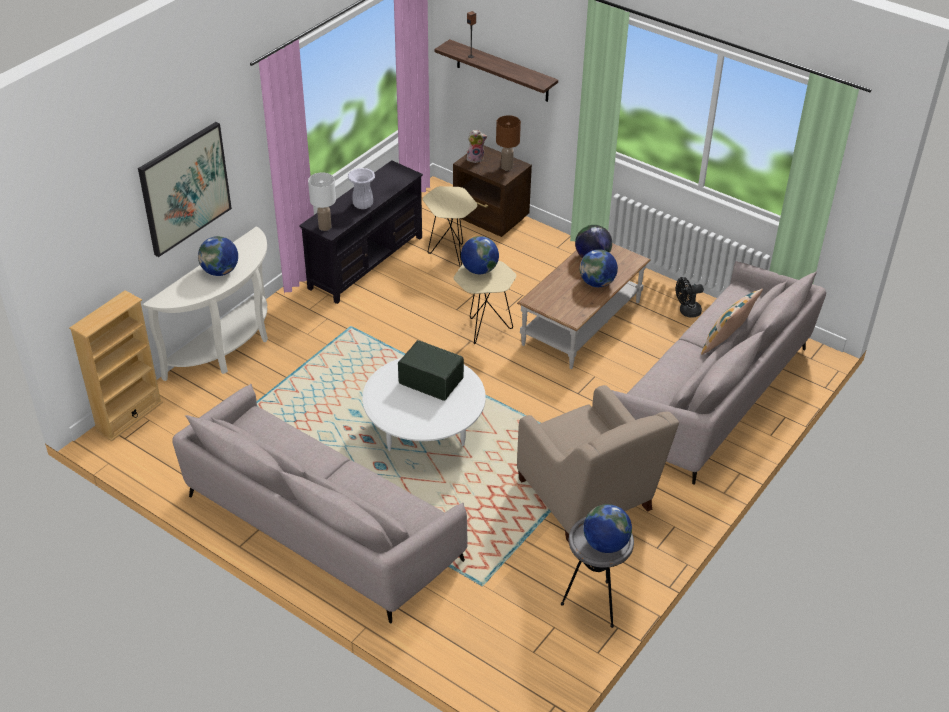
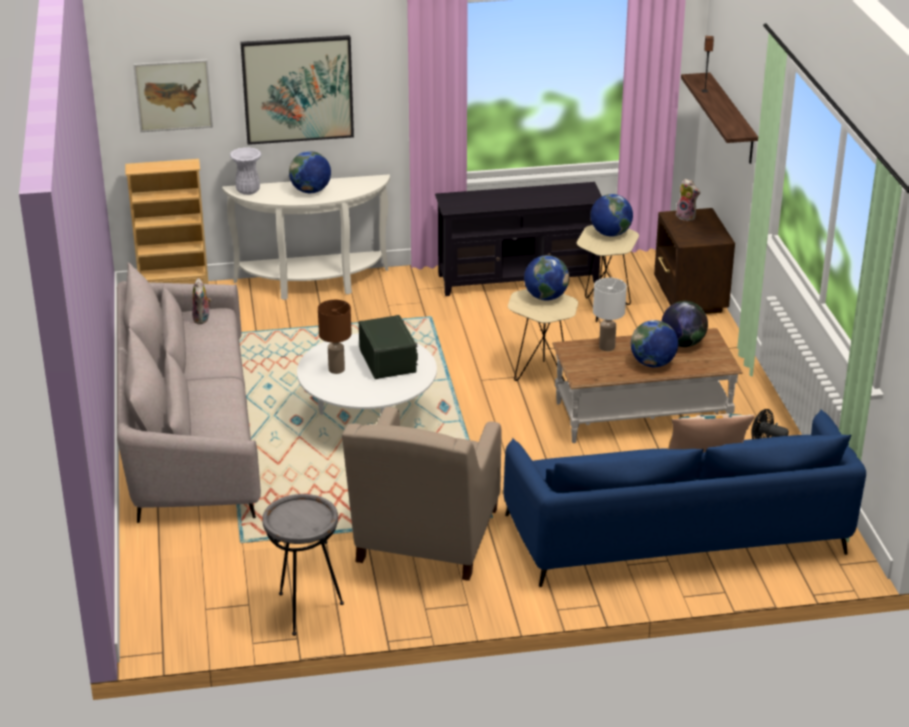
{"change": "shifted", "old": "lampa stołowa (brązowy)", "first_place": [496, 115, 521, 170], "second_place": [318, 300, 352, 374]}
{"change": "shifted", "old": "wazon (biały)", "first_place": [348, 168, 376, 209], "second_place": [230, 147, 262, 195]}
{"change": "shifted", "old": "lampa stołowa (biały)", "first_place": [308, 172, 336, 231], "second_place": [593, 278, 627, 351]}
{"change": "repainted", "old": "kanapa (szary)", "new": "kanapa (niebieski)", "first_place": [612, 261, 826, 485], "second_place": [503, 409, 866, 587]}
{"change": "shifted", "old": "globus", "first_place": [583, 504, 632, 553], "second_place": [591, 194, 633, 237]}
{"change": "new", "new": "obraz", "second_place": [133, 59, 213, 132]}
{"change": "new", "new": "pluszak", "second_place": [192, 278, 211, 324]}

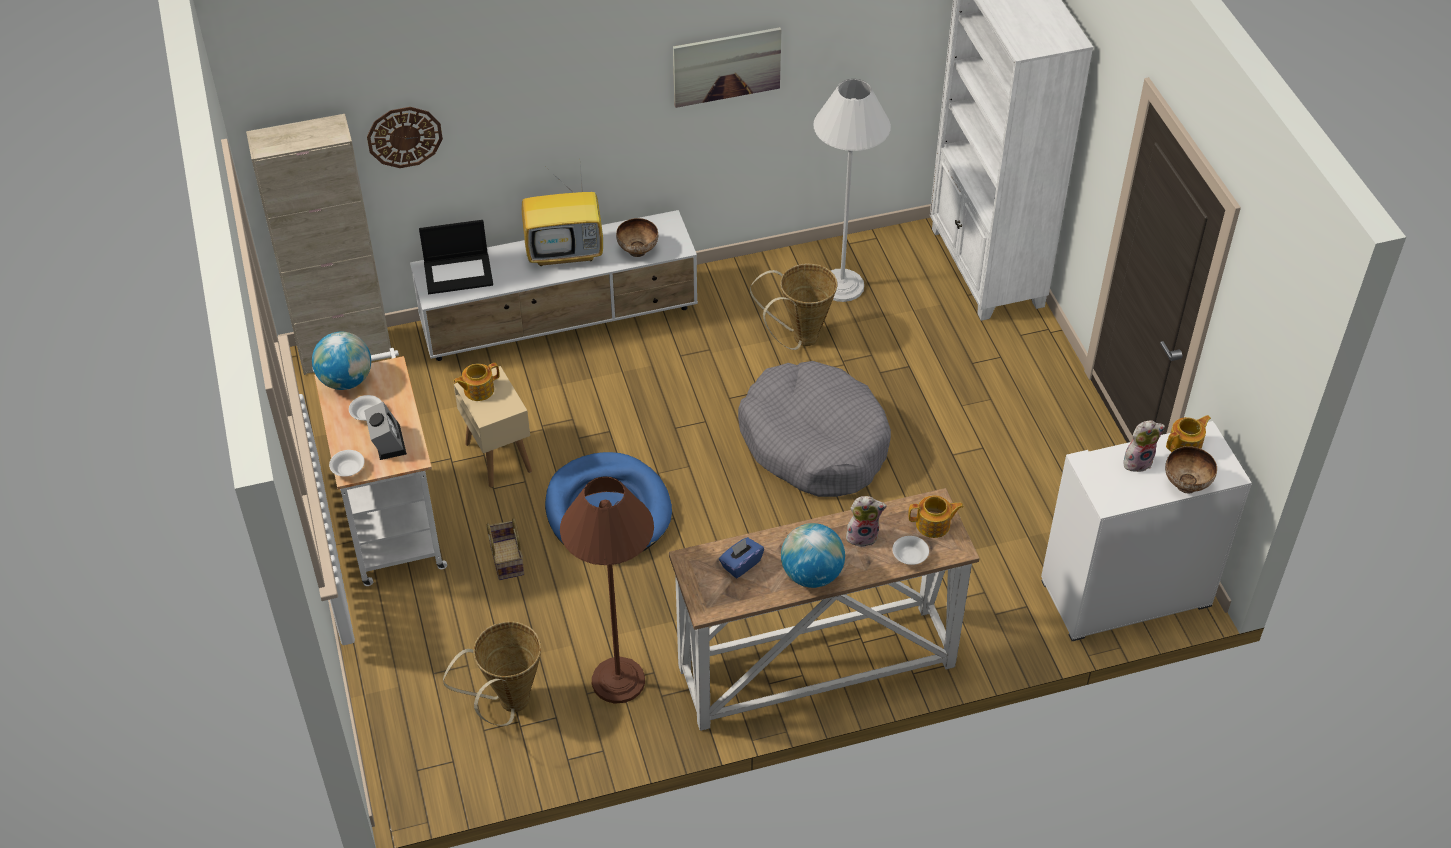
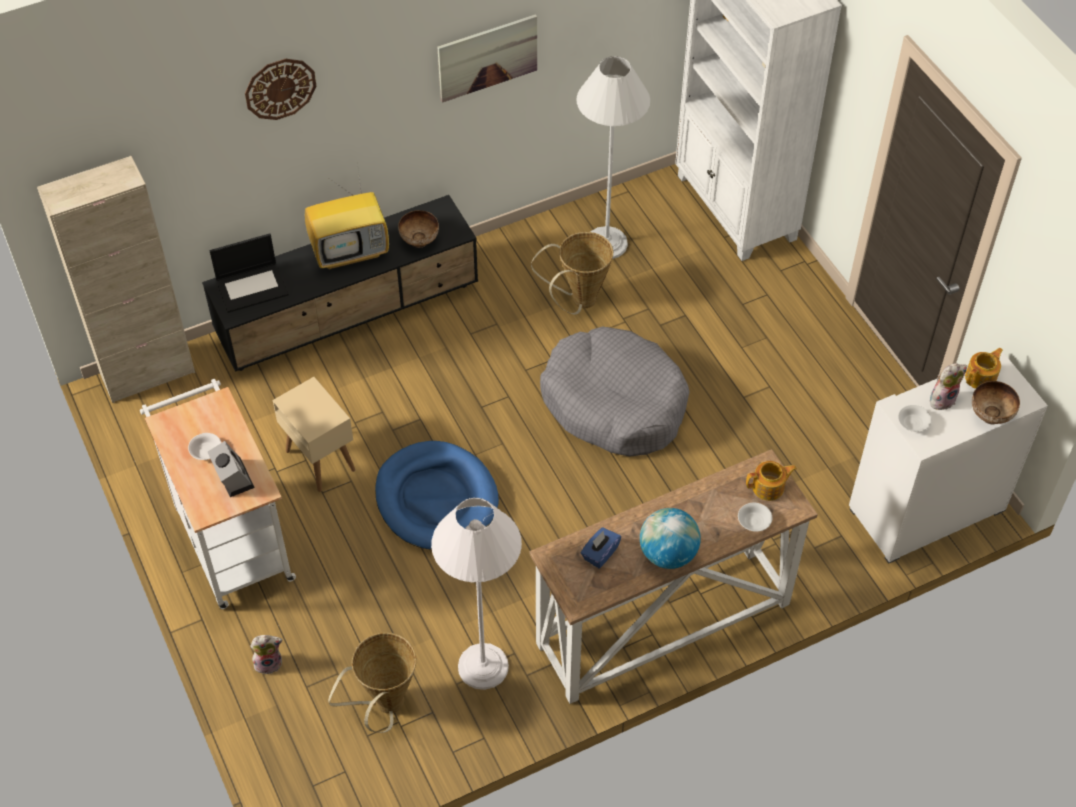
{"change": "shifted", "old": "zegar ścienny", "first_place": [367, 107, 443, 168], "second_place": [245, 59, 316, 120]}
{"change": "repainted", "old": "szafka pod telewizor (biały)", "new": "szafka pod telewizor (czarny)", "first_place": [410, 210, 698, 361], "second_place": [202, 195, 478, 372]}
{"change": "gone", "old": "globus", "first_place": [312, 332, 371, 390]}
{"change": "gone", "old": "imbryk", "first_place": [453, 363, 500, 401]}
{"change": "shifted", "old": "miska (biały)", "first_place": [329, 450, 365, 477], "second_place": [898, 405, 932, 432]}
{"change": "repainted", "old": "lampa stojąca (brązowy)", "new": "lampa stojąca (biały)", "first_place": [560, 476, 654, 704], "second_place": [431, 498, 522, 690]}
{"change": "shifted", "old": "pluszak", "first_place": [846, 496, 887, 547], "second_place": [250, 635, 282, 674]}
{"change": "gone", "old": "koszyk", "first_place": [487, 518, 524, 580]}

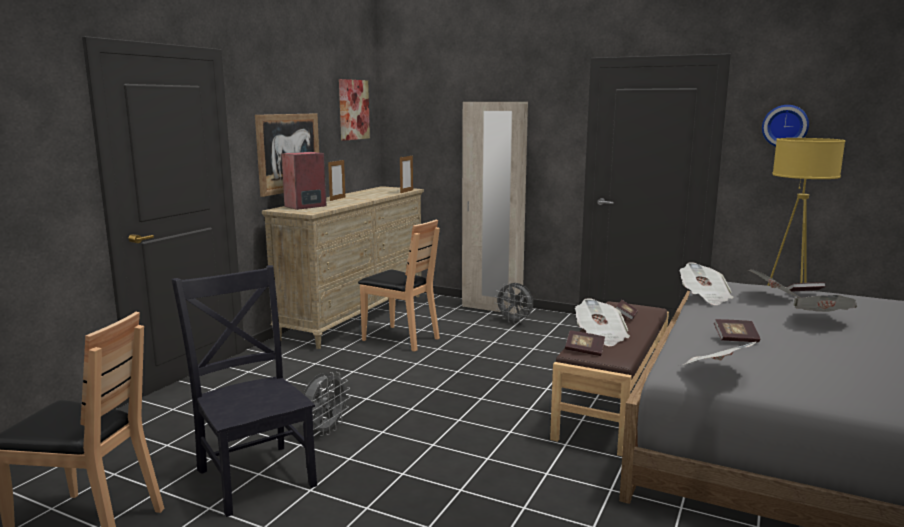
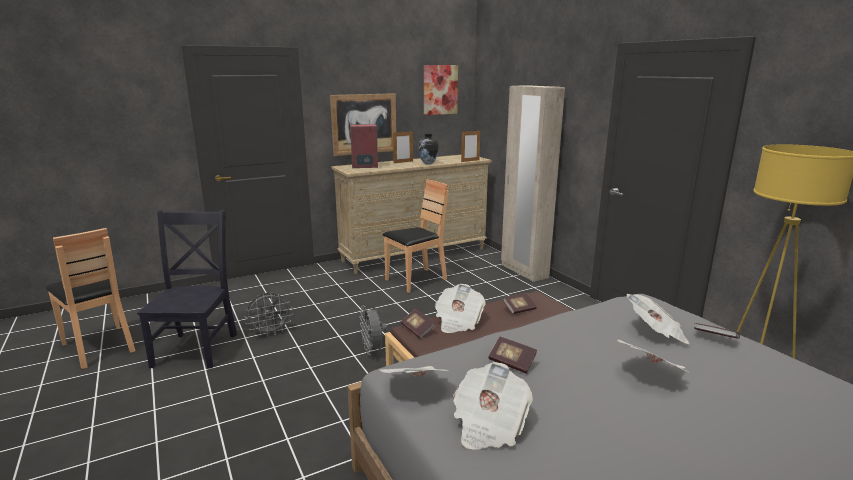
{"change": "gone", "old": "zegar ścienny", "first_place": [762, 105, 809, 146]}
{"change": "rotated", "old": "krzesło (brązowy)", "first_place": [358, 220, 440, 352], "second_place": [382, 179, 449, 293], "degrees": -105}
{"change": "shifted", "old": "gazeta", "first_place": [680, 262, 734, 305], "second_place": [453, 362, 533, 450]}
{"change": "shifted", "old": "wentylator (szary)", "first_place": [494, 282, 533, 324], "second_place": [360, 305, 387, 355]}
{"change": "new", "new": "wazon", "second_place": [419, 133, 439, 164]}

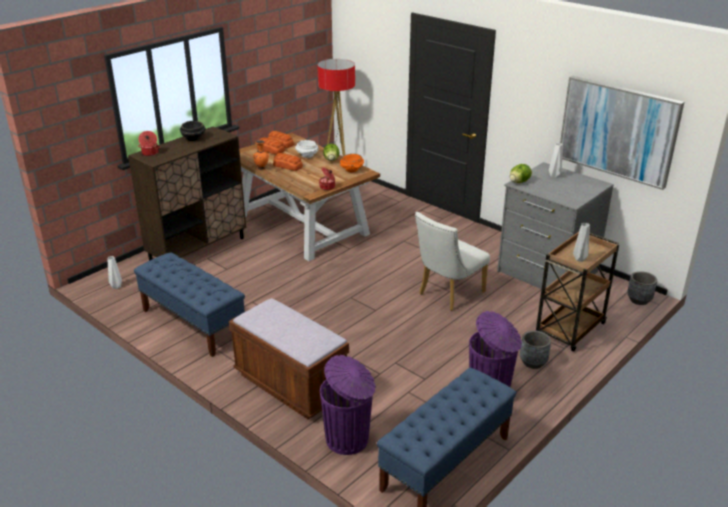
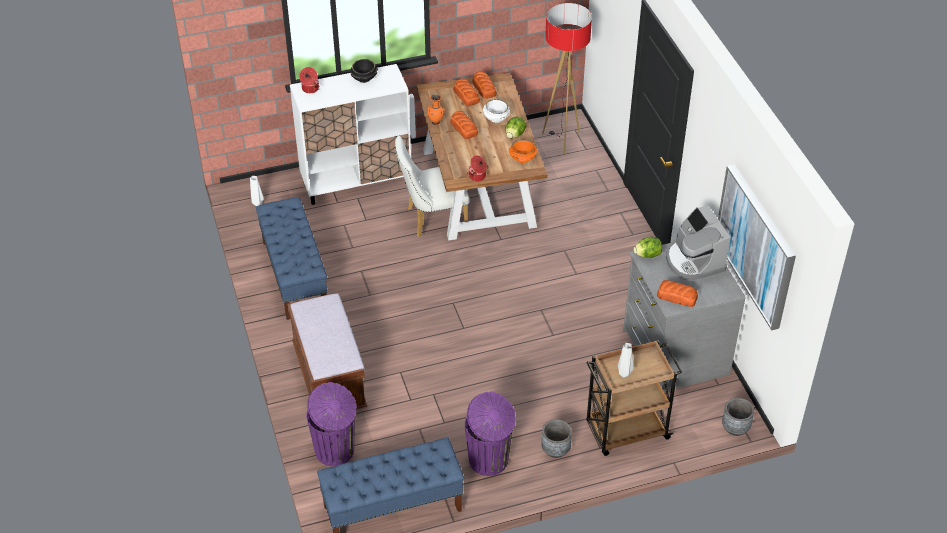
{"change": "repainted", "old": "szafka (brązowy)", "new": "szafka (biały)", "first_place": [128, 126, 246, 261], "second_place": [290, 64, 411, 205]}
{"change": "swapped", "old": "wazon (biały)", "new": "ekspres do kawy", "first_place": [549, 143, 563, 178], "second_place": [666, 206, 731, 281]}
{"change": "shifted", "old": "krzesło (biały)", "first_place": [415, 212, 490, 311], "second_place": [395, 136, 469, 237]}
{"change": "new", "new": "chleb", "second_place": [657, 280, 698, 307]}

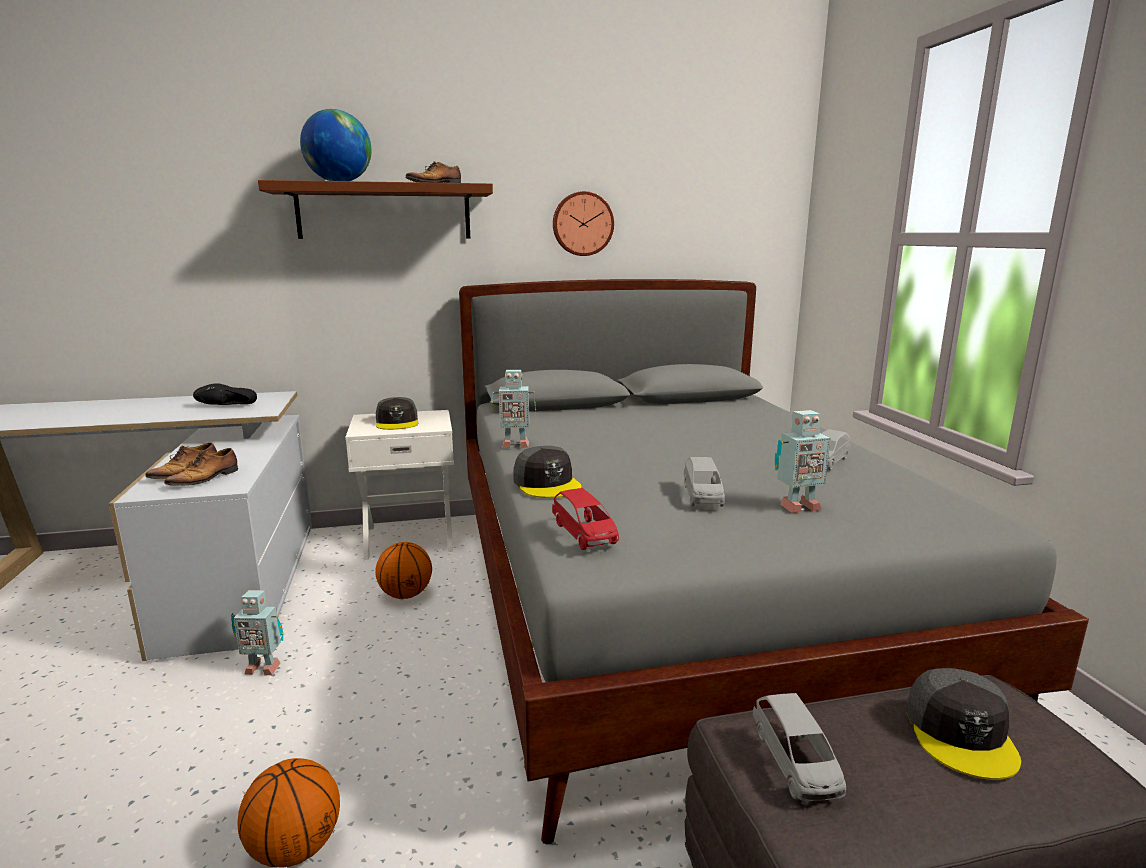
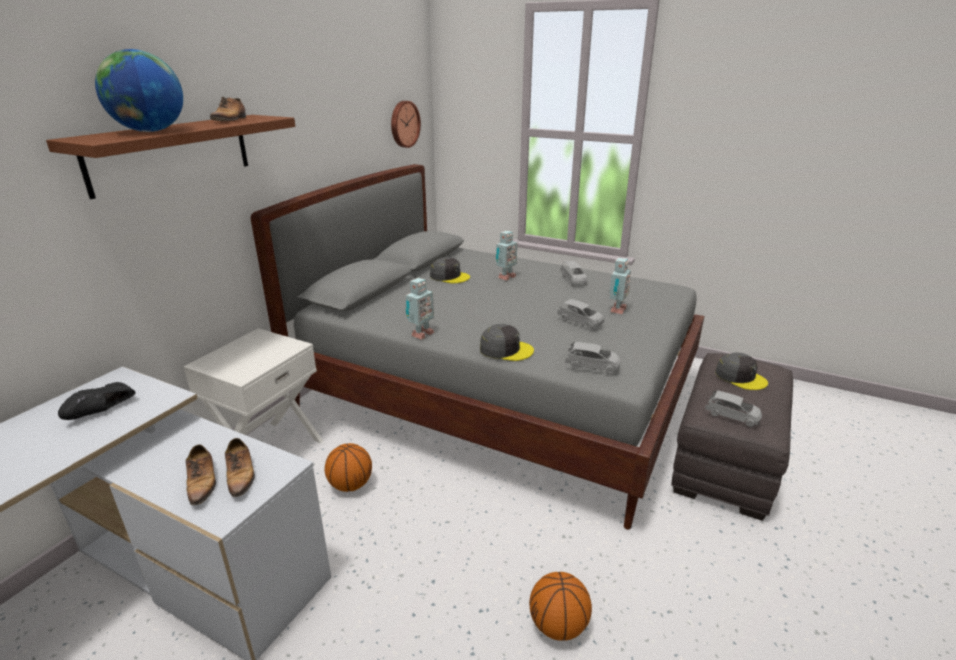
{"change": "shifted", "old": "zegar ścienny", "first_place": [553, 191, 614, 256], "second_place": [391, 101, 421, 148]}
{"change": "shifted", "old": "czapka z daszkiem (szary)", "first_place": [376, 397, 418, 430], "second_place": [430, 257, 470, 283]}
{"change": "repainted", "old": "samochodzik (czerwony)", "new": "samochodzik (szary)", "first_place": [552, 488, 619, 550], "second_place": [565, 342, 620, 374]}
{"change": "shifted", "old": "robot zabawkowy", "first_place": [231, 590, 283, 676], "second_place": [496, 231, 517, 281]}

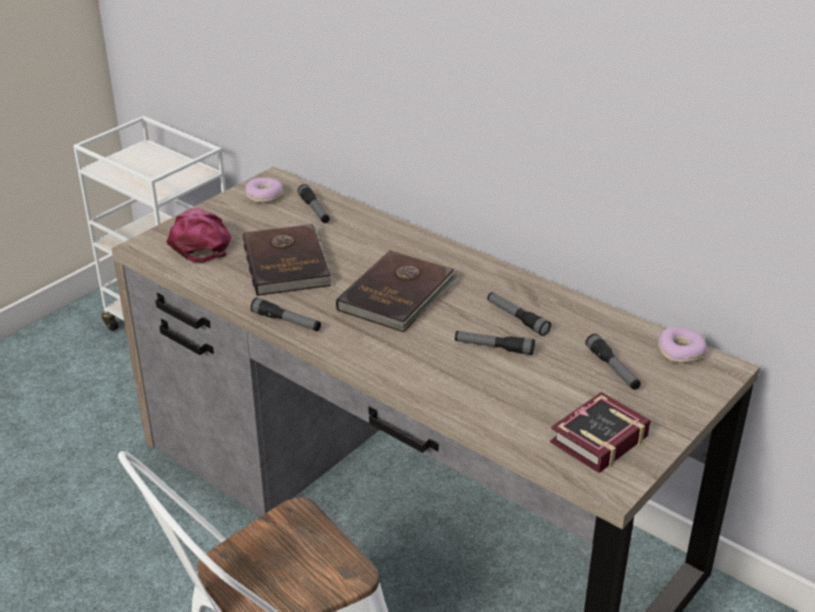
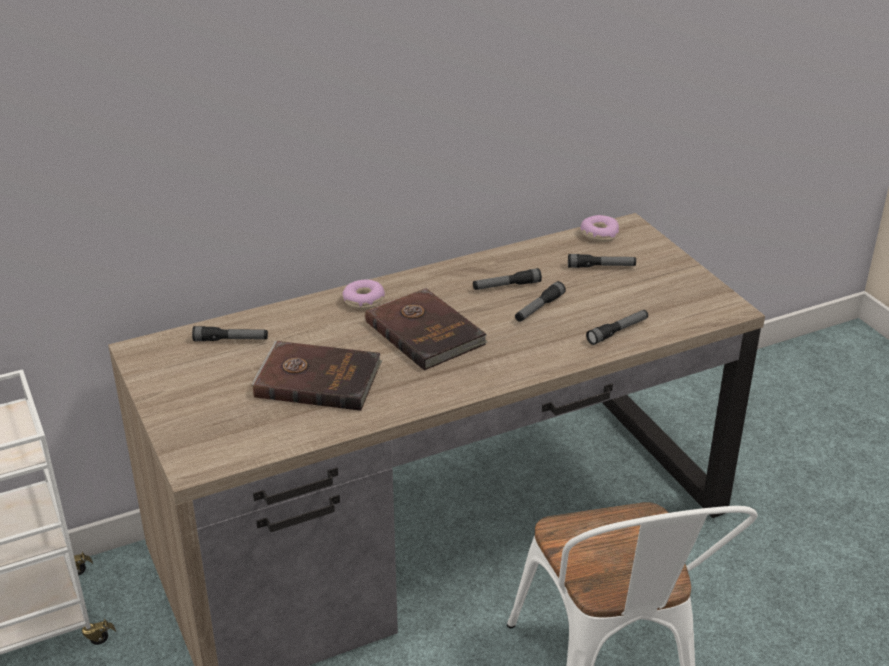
{"change": "shifted", "old": "donut", "first_place": [245, 177, 284, 203], "second_place": [342, 280, 385, 309]}
{"change": "gone", "old": "czapka z daszkiem (różowy)", "first_place": [166, 208, 231, 263]}
{"change": "shifted", "old": "latarka", "first_place": [250, 298, 321, 331], "second_place": [586, 310, 648, 345]}
{"change": "gone", "old": "książka", "first_place": [550, 392, 651, 473]}

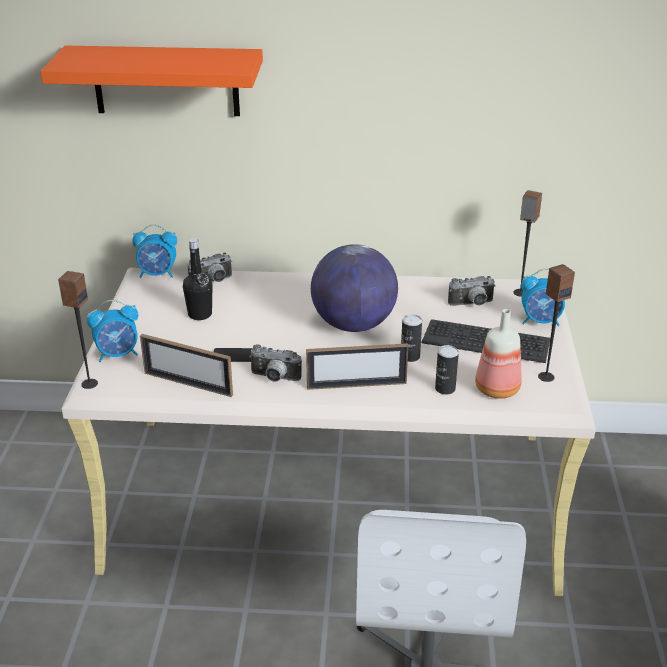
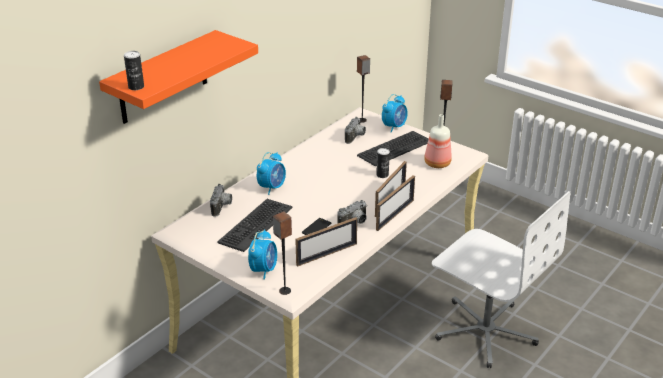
{"change": "shifted", "old": "budzik", "first_place": [132, 224, 177, 278], "second_place": [257, 152, 286, 195]}
{"change": "swapped", "old": "butelka (czarny)", "new": "klawiatura", "first_place": [183, 238, 212, 320], "second_place": [217, 199, 293, 252]}
{"change": "gone", "old": "globus", "first_place": [311, 244, 398, 332]}
{"change": "shifted", "old": "puszka", "first_place": [435, 345, 459, 395], "second_place": [124, 51, 144, 90]}
{"change": "new", "new": "ramka na zdjęcie", "second_place": [376, 175, 415, 231]}

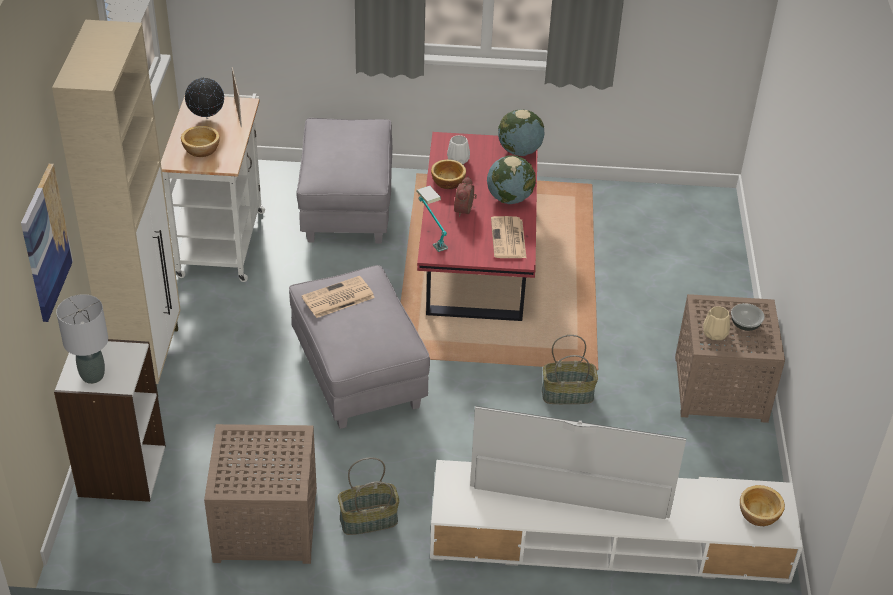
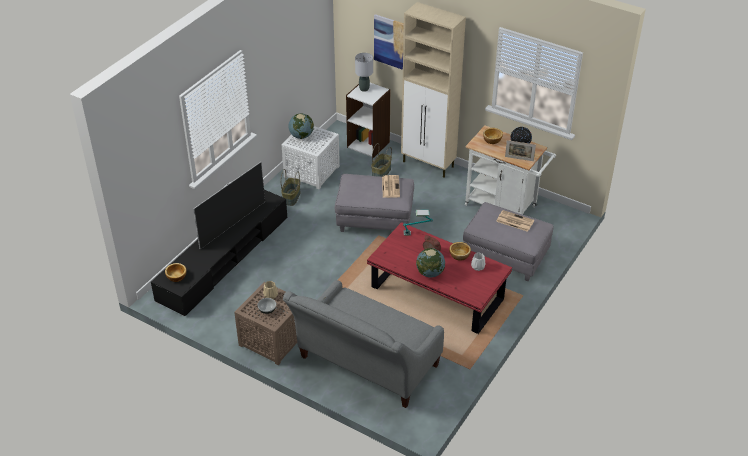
{"change": "shifted", "old": "globus", "first_place": [498, 109, 545, 156], "second_place": [289, 113, 314, 139]}
{"change": "shifted", "old": "gazeta", "first_place": [491, 216, 526, 258], "second_place": [496, 210, 534, 232]}
{"change": "shifted", "old": "koszyk", "first_place": [542, 335, 598, 404], "second_place": [371, 143, 392, 177]}
{"change": "repainted", "old": "stolik (brązowy)", "new": "stolik (biały)", "first_place": [204, 424, 317, 564], "second_place": [281, 126, 340, 189]}
{"change": "repainted", "old": "szafka pod telewizor (biały)", "new": "szafka pod telewizor (czarny)", "first_place": [430, 460, 803, 584], "second_place": [151, 190, 287, 316]}
{"change": "new", "new": "kanapa (szary)", "second_place": [283, 280, 444, 408]}

